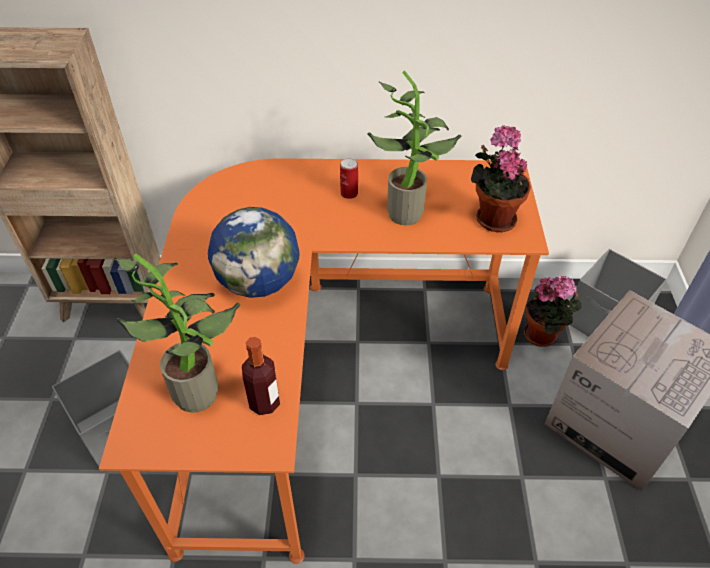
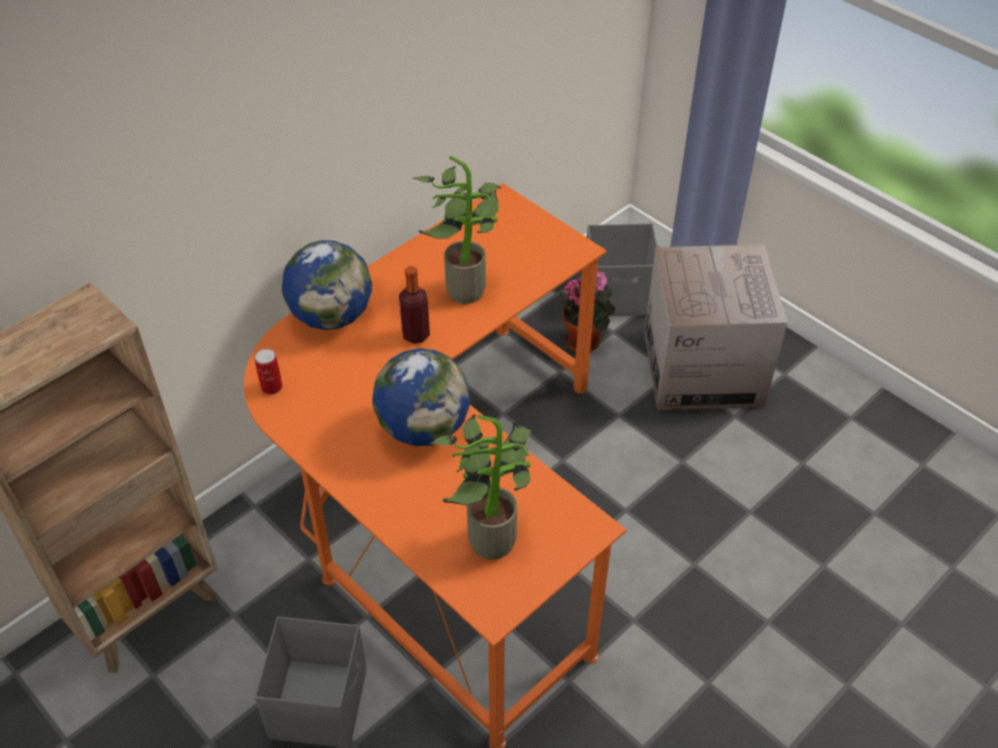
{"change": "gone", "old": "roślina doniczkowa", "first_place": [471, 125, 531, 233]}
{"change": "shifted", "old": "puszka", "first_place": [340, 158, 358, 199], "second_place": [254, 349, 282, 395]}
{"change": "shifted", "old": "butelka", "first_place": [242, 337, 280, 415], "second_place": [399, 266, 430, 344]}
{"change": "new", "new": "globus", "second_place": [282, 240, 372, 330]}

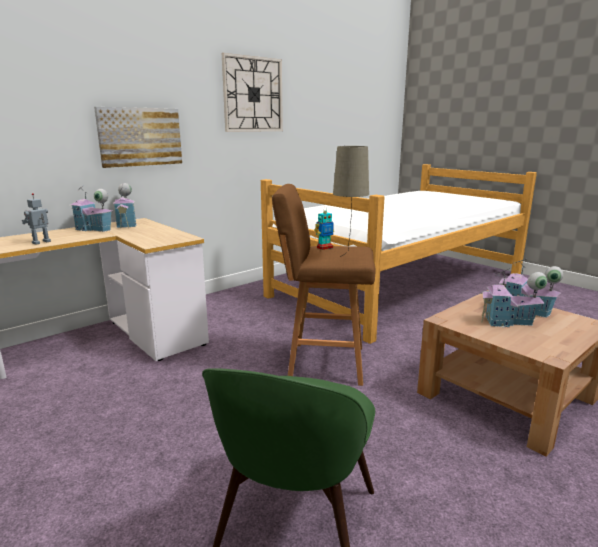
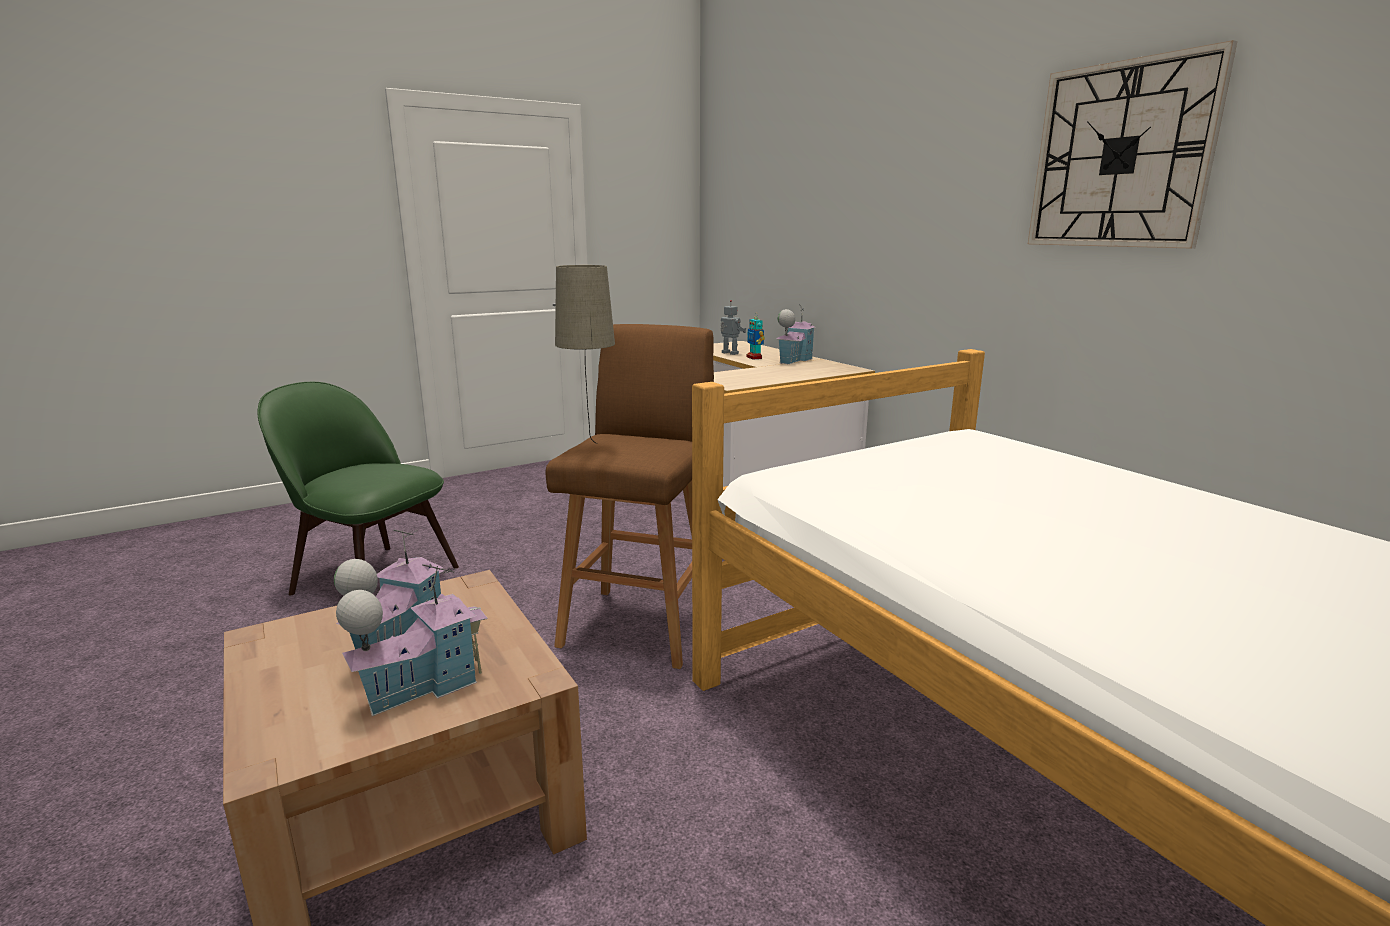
{"change": "gone", "old": "obraz", "first_place": [94, 107, 182, 168]}
{"change": "gone", "old": "domek", "first_place": [113, 183, 137, 228]}
{"change": "shifted", "old": "robot zabawkowy", "first_place": [315, 208, 334, 250], "second_place": [746, 312, 765, 360]}

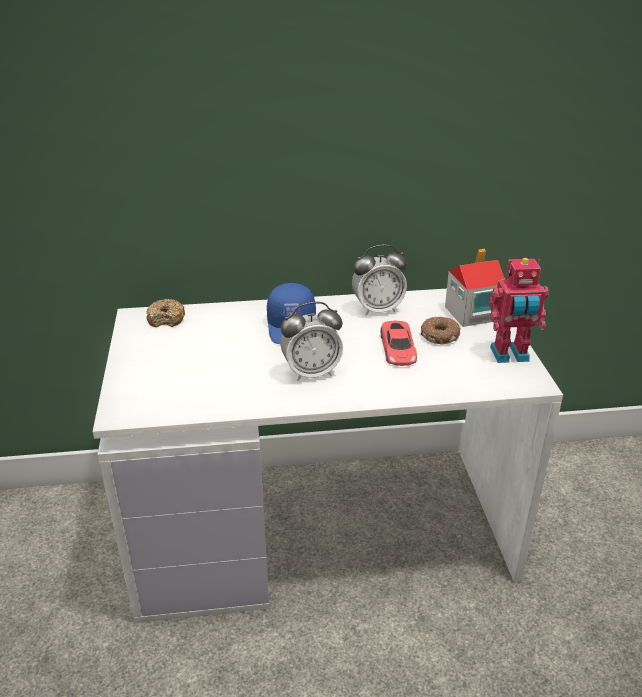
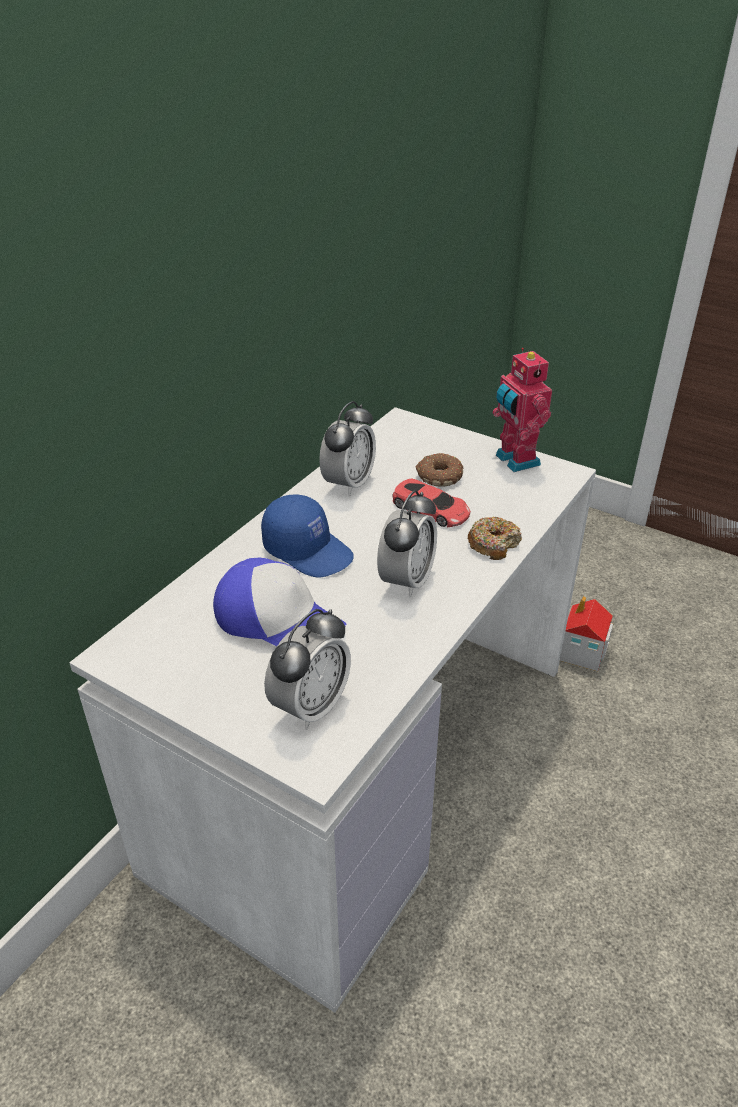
{"change": "shifted", "old": "domek", "first_place": [445, 249, 505, 327], "second_place": [560, 596, 613, 671]}
{"change": "rotated", "old": "robot zabawkowy", "first_place": [489, 258, 549, 363], "second_place": [492, 348, 552, 472], "degrees": 120}
{"change": "shifted", "old": "donut", "first_place": [146, 299, 185, 327], "second_place": [468, 517, 522, 560]}
{"change": "new", "new": "czapka z daszkiem", "second_place": [213, 558, 346, 646]}
{"change": "new", "new": "budzik", "second_place": [264, 609, 351, 730]}

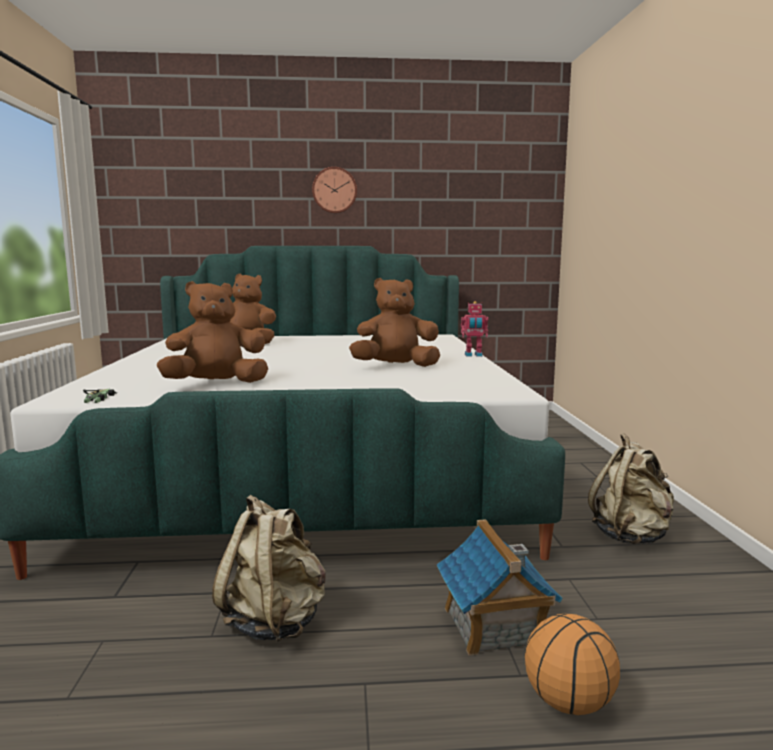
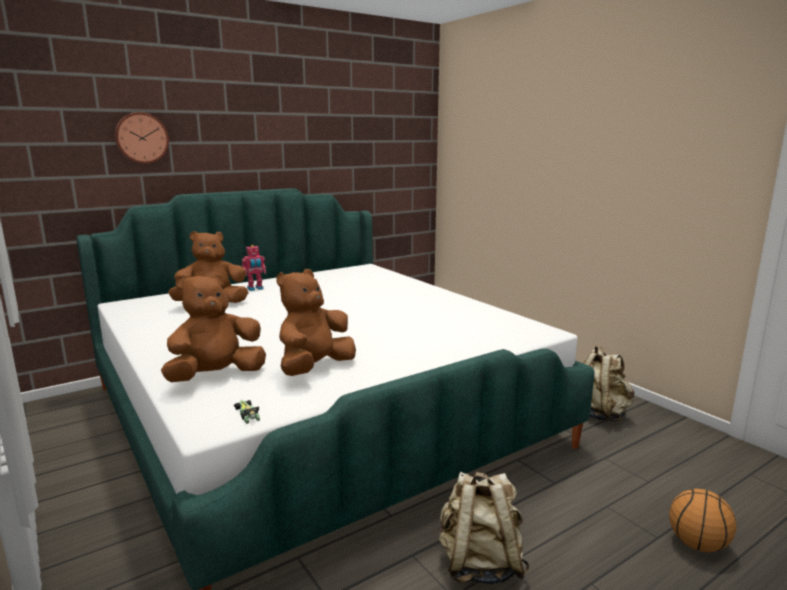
{"change": "shifted", "old": "zegar ścienny", "first_place": [312, 167, 357, 214], "second_place": [114, 112, 169, 164]}
{"change": "shifted", "old": "pluszak (brązowy)", "first_place": [349, 278, 440, 367], "second_place": [161, 273, 266, 382]}
{"change": "shifted", "old": "robot zabawkowy", "first_place": [461, 301, 488, 357], "second_place": [242, 245, 266, 291]}
{"change": "gone", "old": "domek", "first_place": [436, 519, 563, 656]}

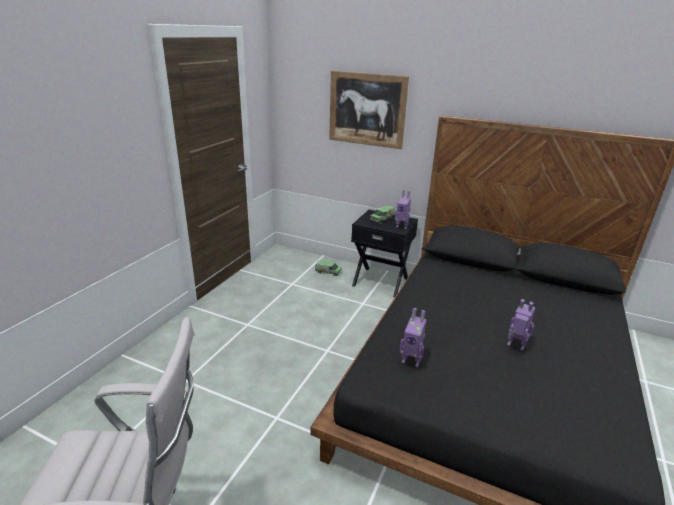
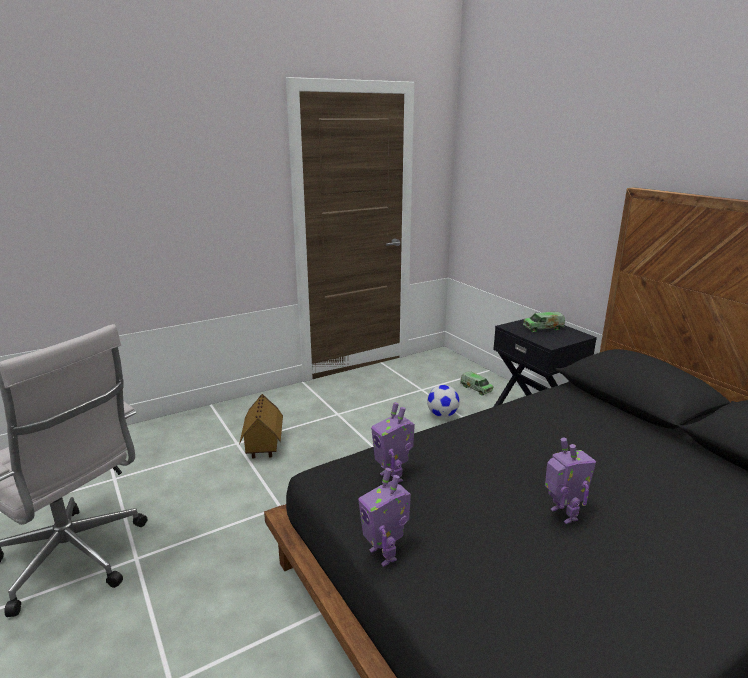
{"change": "gone", "old": "obraz", "first_place": [329, 71, 409, 149]}
{"change": "shifted", "old": "robot zabawkowy", "first_place": [395, 190, 411, 229], "second_place": [358, 468, 411, 567]}
{"change": "new", "new": "piłka futbolowa", "second_place": [427, 385, 460, 417]}
{"change": "new", "new": "domek", "second_place": [239, 394, 283, 459]}

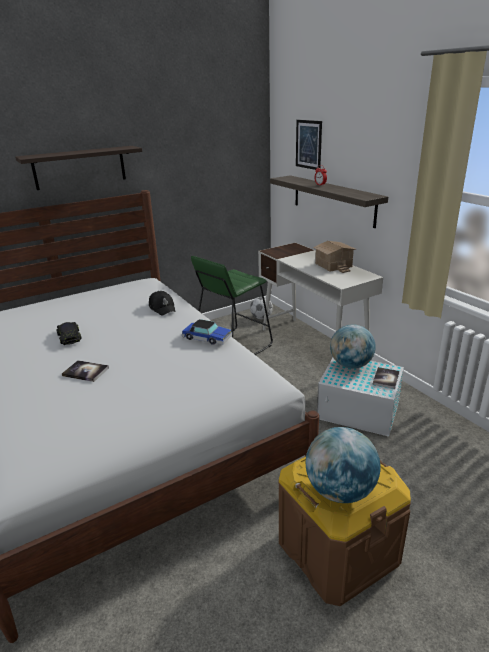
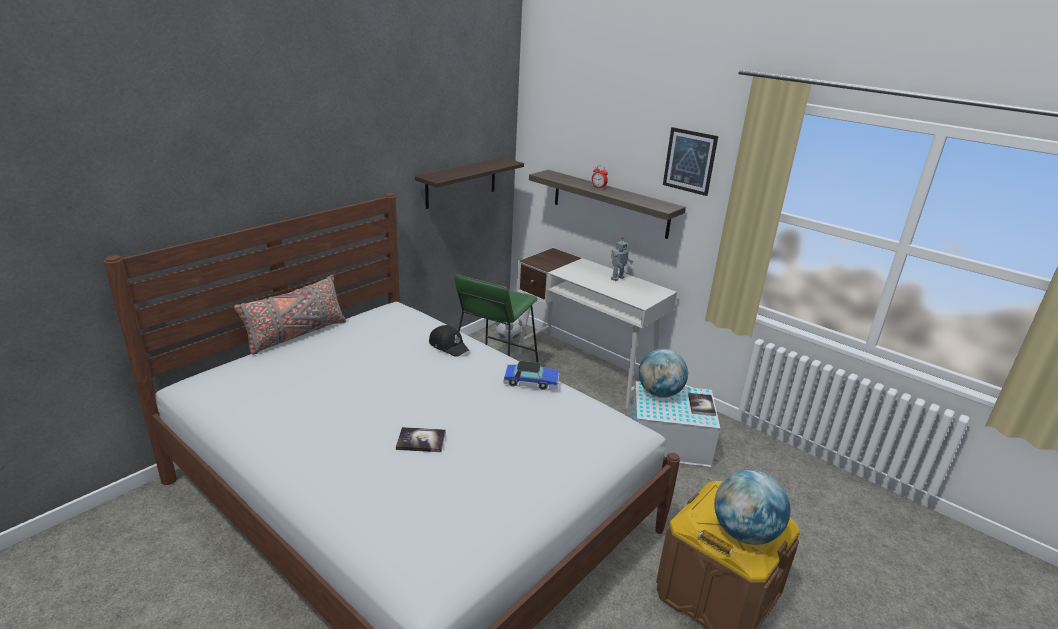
{"change": "shifted", "old": "obraz", "first_place": [296, 120, 322, 170], "second_place": [663, 127, 718, 196]}
{"change": "shifted", "old": "półka", "first_place": [15, 146, 142, 190], "second_place": [415, 157, 524, 209]}
{"change": "swapped", "old": "domek", "new": "robot zabawkowy", "first_place": [313, 241, 356, 273], "second_place": [611, 237, 633, 281]}
{"change": "gone", "old": "samochodzik (czarny)", "first_place": [56, 322, 82, 345]}
{"change": "new", "new": "poduszka (szary)", "second_place": [234, 275, 346, 355]}

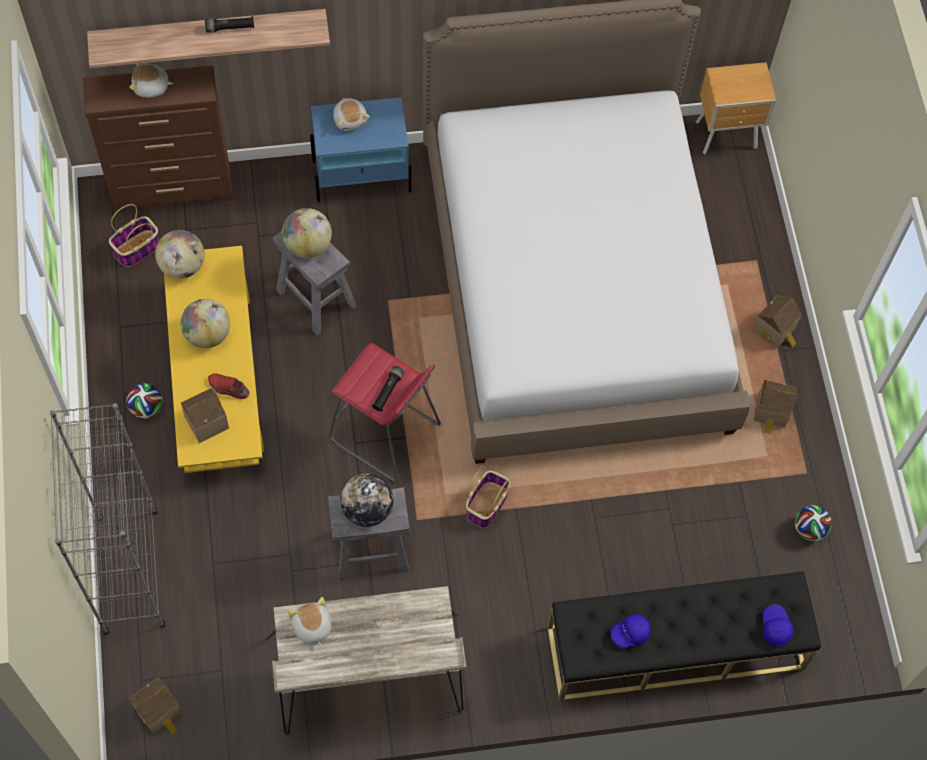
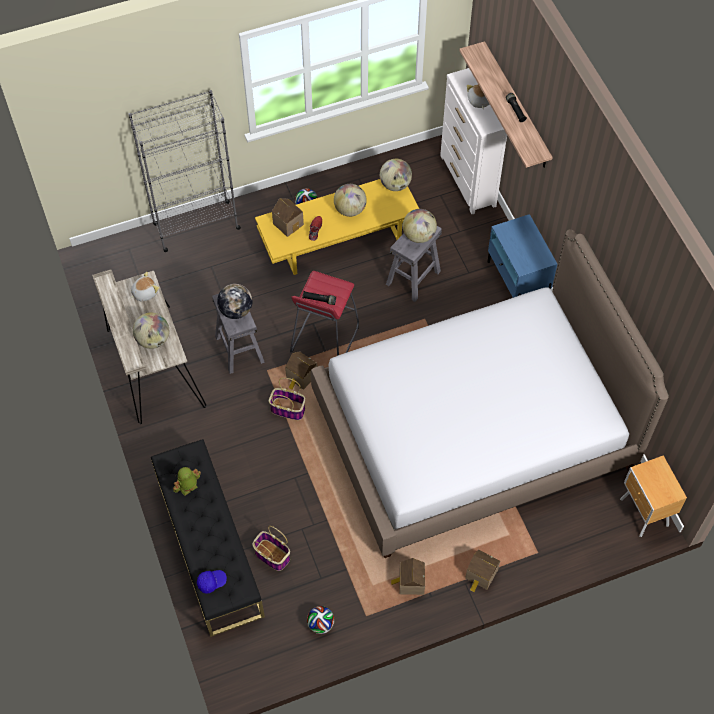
{"change": "repainted", "old": "komoda (brązowy)", "new": "komoda (biały)", "first_place": [83, 65, 233, 212], "second_place": [440, 68, 507, 214]}
{"change": "gone", "old": "pluszak", "first_place": [333, 98, 370, 131]}
{"change": "shifted", "old": "koszyk", "first_place": [109, 204, 159, 267], "second_place": [252, 526, 290, 571]}
{"change": "swapped", "old": "czapka z daszkiem (niebieski)", "new": "robot zabawkowy", "first_place": [610, 615, 651, 648], "second_place": [173, 467, 201, 496]}
{"change": "shifted", "old": "domek", "first_place": [129, 677, 182, 735], "second_place": [285, 351, 317, 390]}
{"change": "new", "new": "globus", "second_place": [133, 313, 169, 349]}

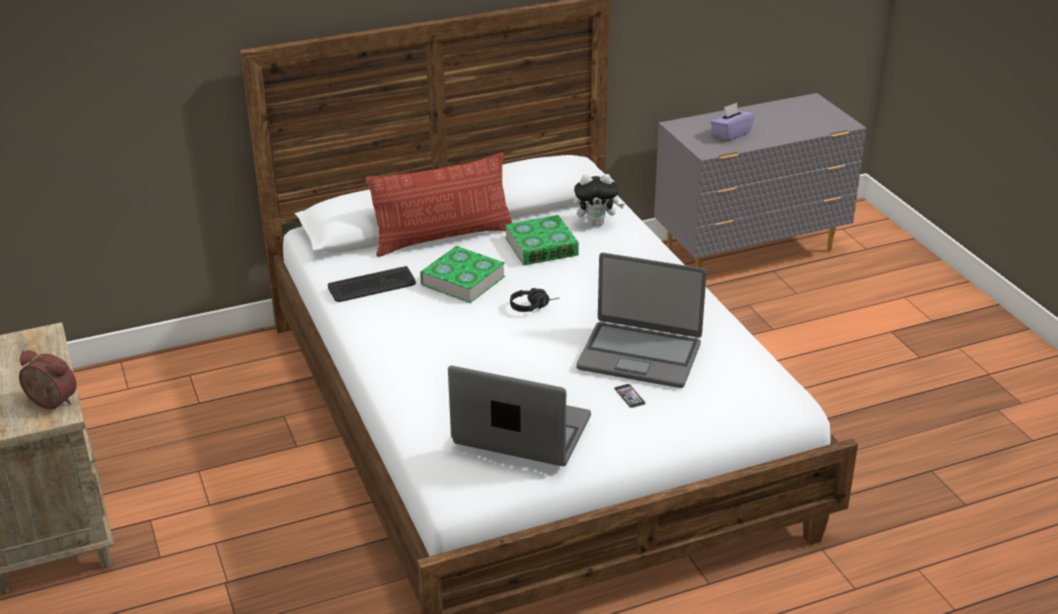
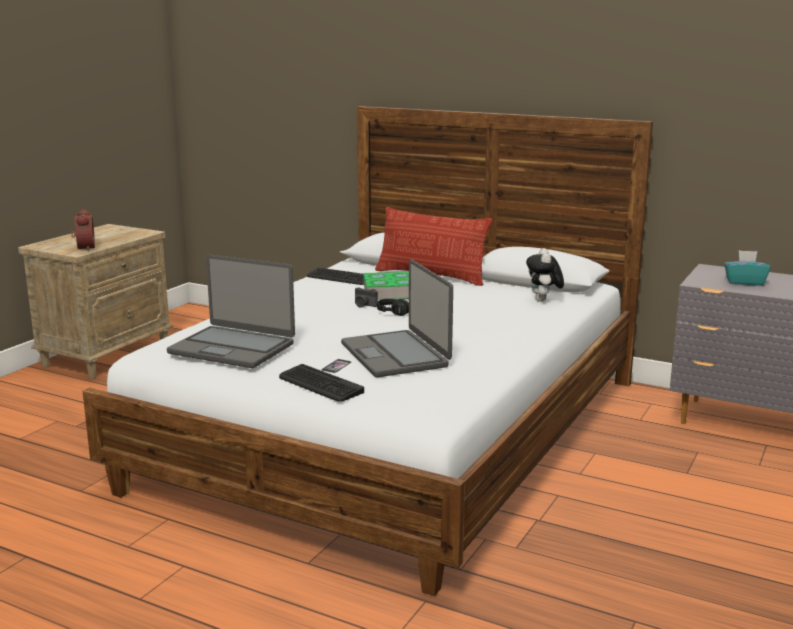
{"change": "repainted", "old": "pudełko chusteczek (fioletowy)", "new": "pudełko chusteczek (turkusowy)", "first_place": [710, 103, 755, 141], "second_place": [724, 250, 771, 286]}
{"change": "rotated", "old": "pluszak", "first_place": [573, 174, 624, 226], "second_place": [526, 248, 564, 302], "degrees": 45}
{"change": "gone", "old": "książka", "first_place": [505, 215, 579, 265]}
{"change": "rotated", "old": "laptop", "first_place": [448, 366, 591, 466], "second_place": [167, 255, 295, 368], "degrees": 135}
{"change": "new", "new": "aparat fotograficzny", "second_place": [355, 287, 378, 308]}
{"change": "new", "new": "klawiatura", "second_place": [279, 364, 364, 402]}

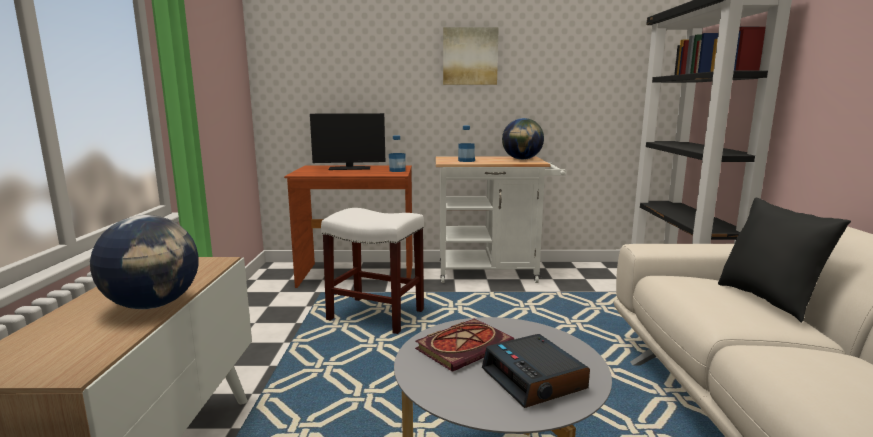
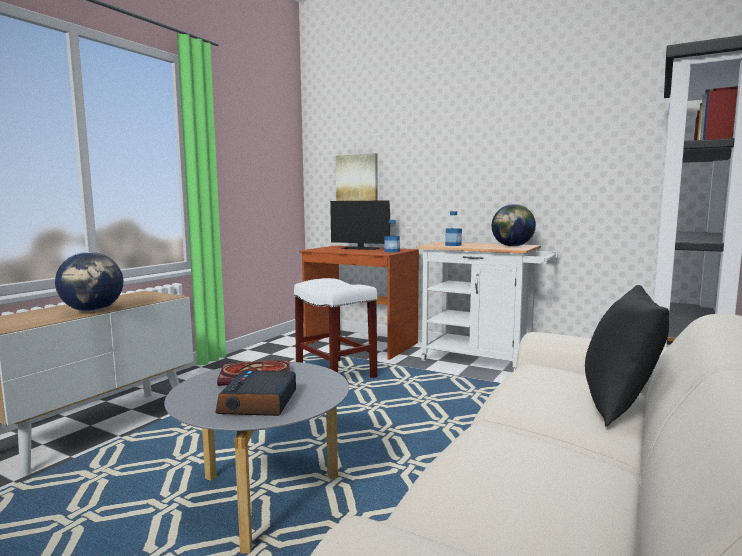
{"change": "shifted", "old": "obraz", "first_place": [443, 27, 499, 85], "second_place": [336, 153, 378, 201]}

